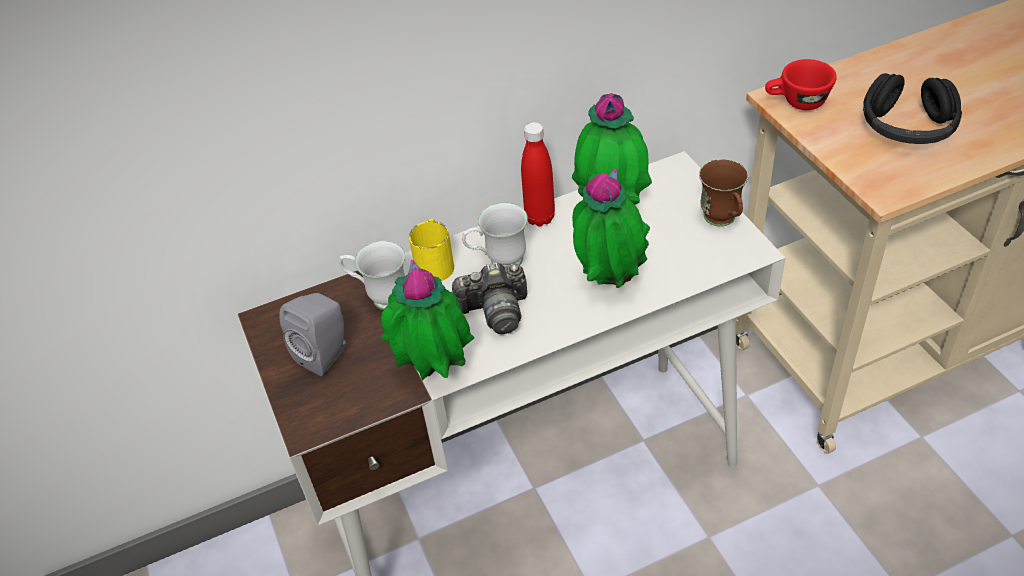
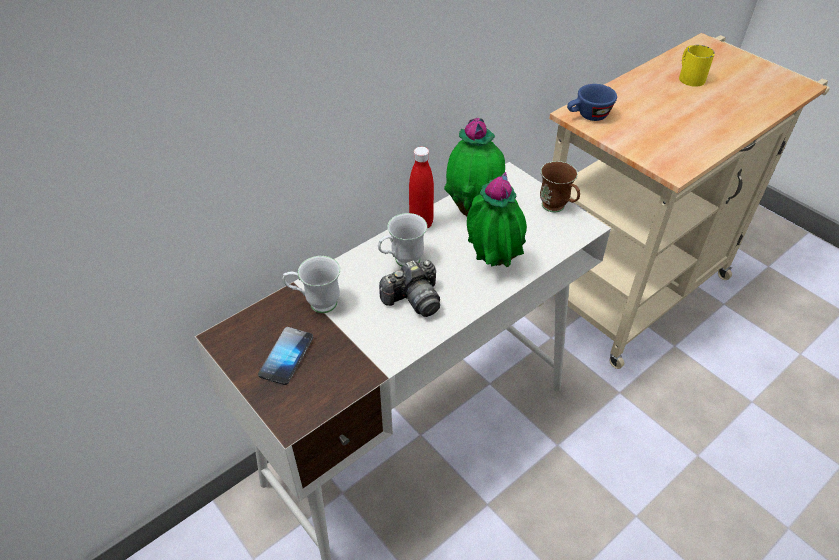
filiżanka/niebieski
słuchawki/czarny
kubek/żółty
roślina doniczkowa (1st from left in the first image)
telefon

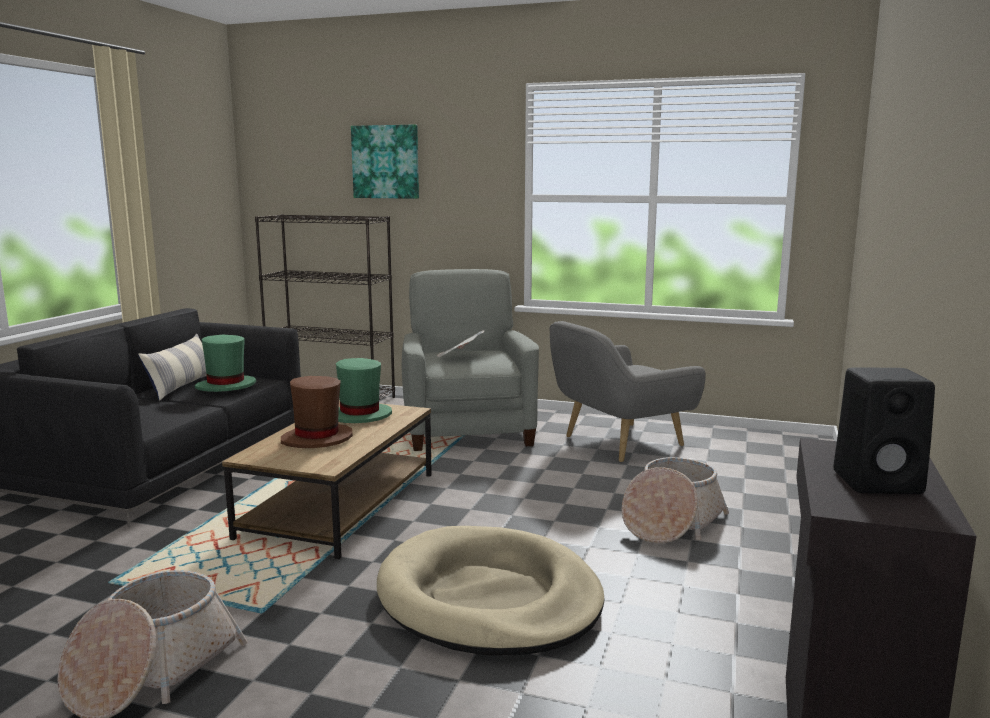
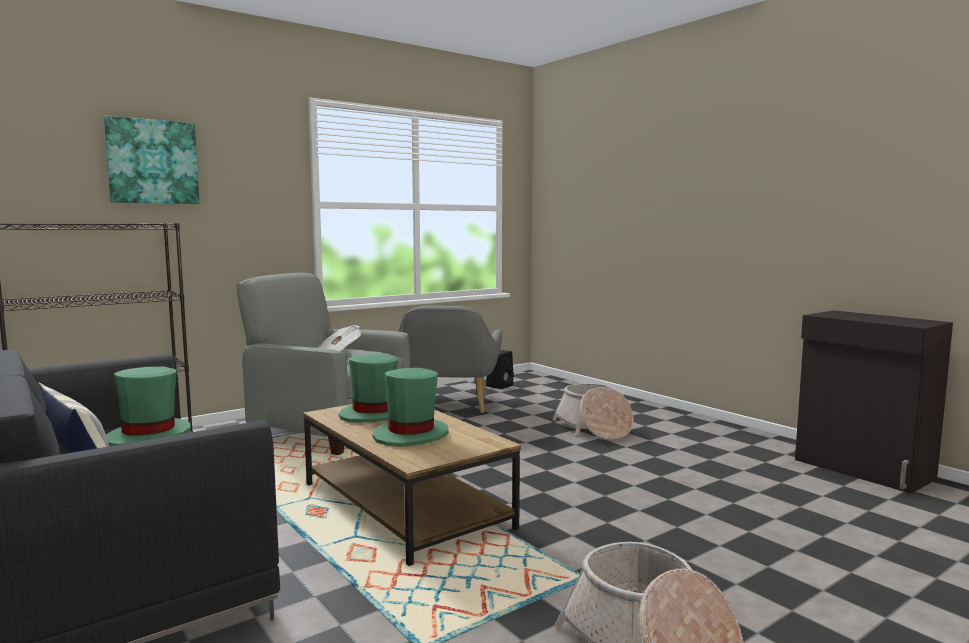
głośnik/czarny
kapelusz/zielony (3rd from left)
legowisko/beżowy

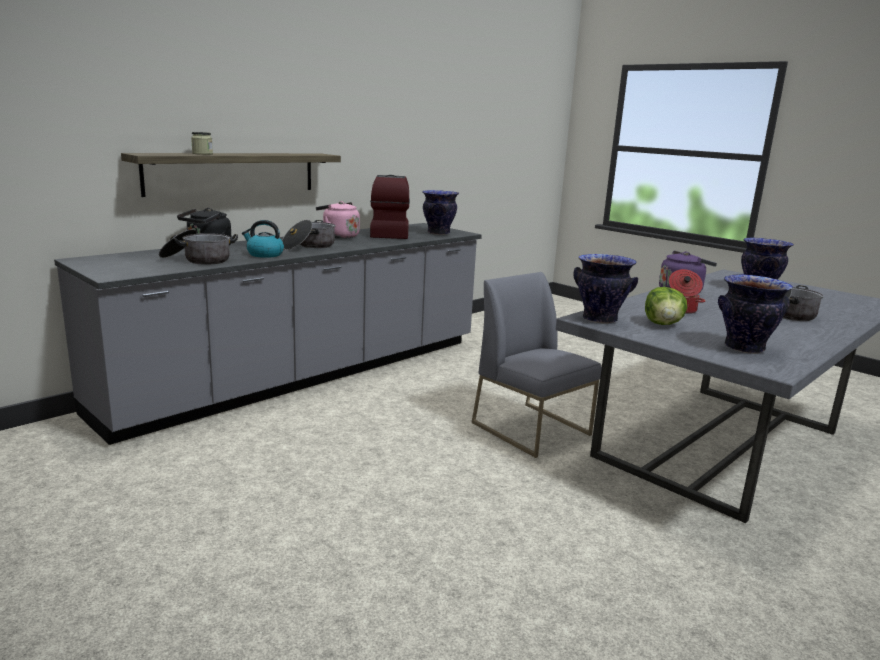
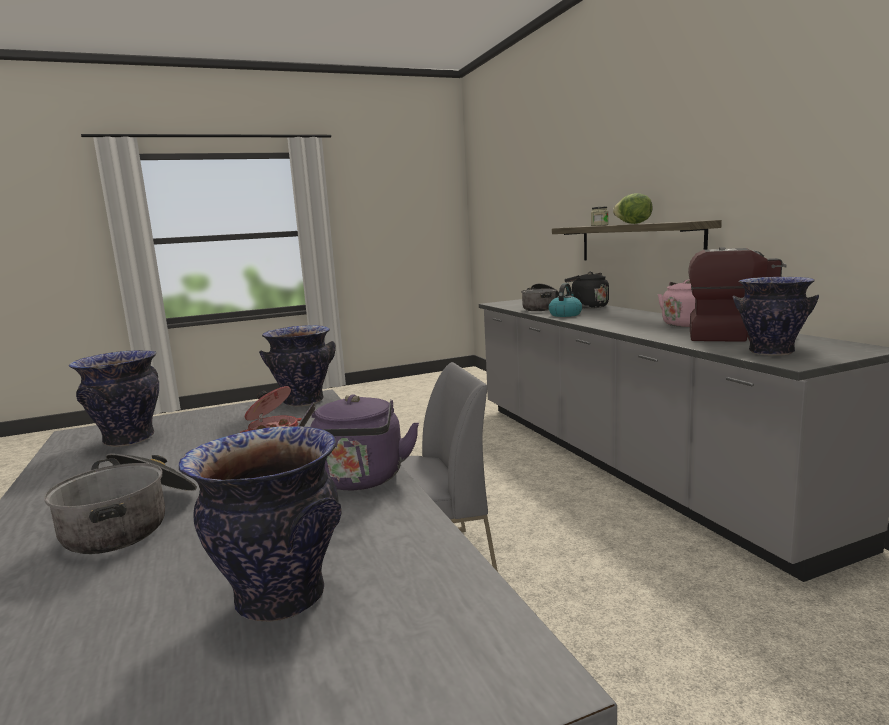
garnek (2nd from left in the first image)
sałata

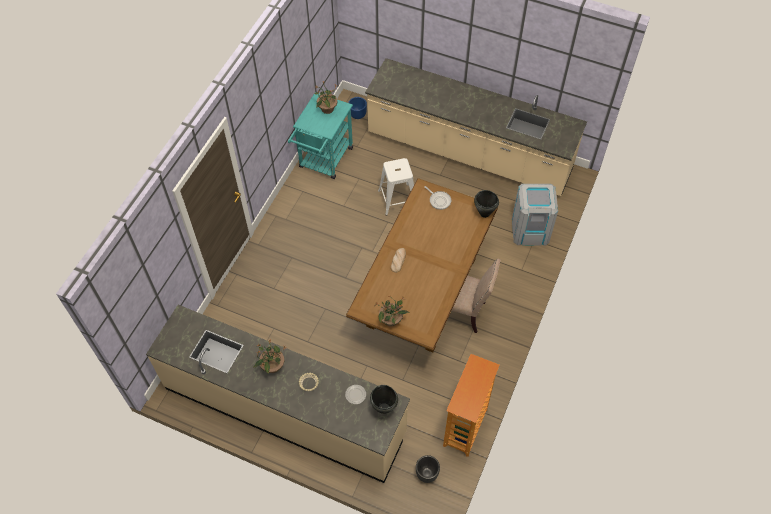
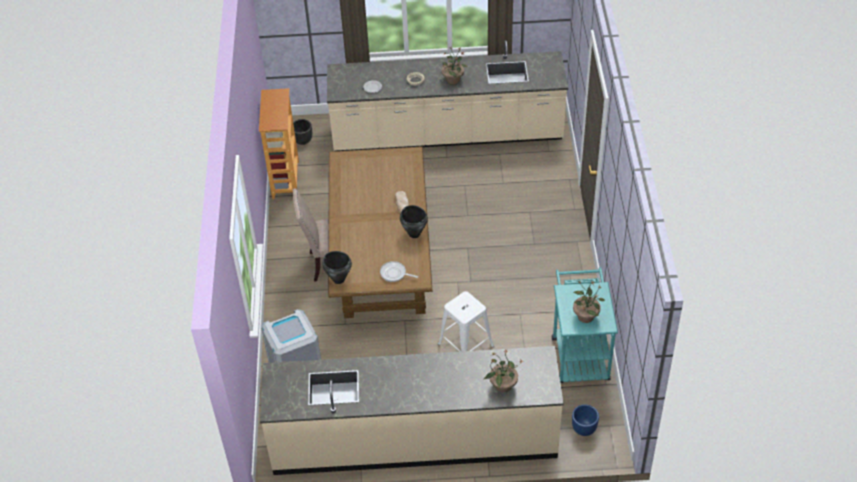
roślina doniczkowa (2nd from left)
garnek/czarny (2nd from left)

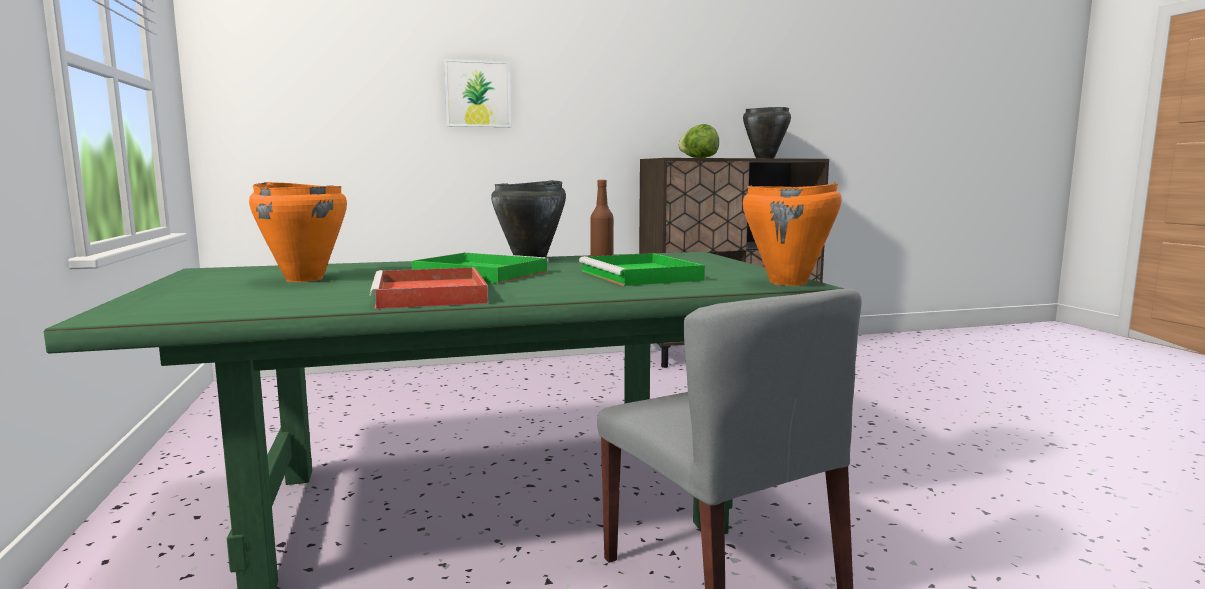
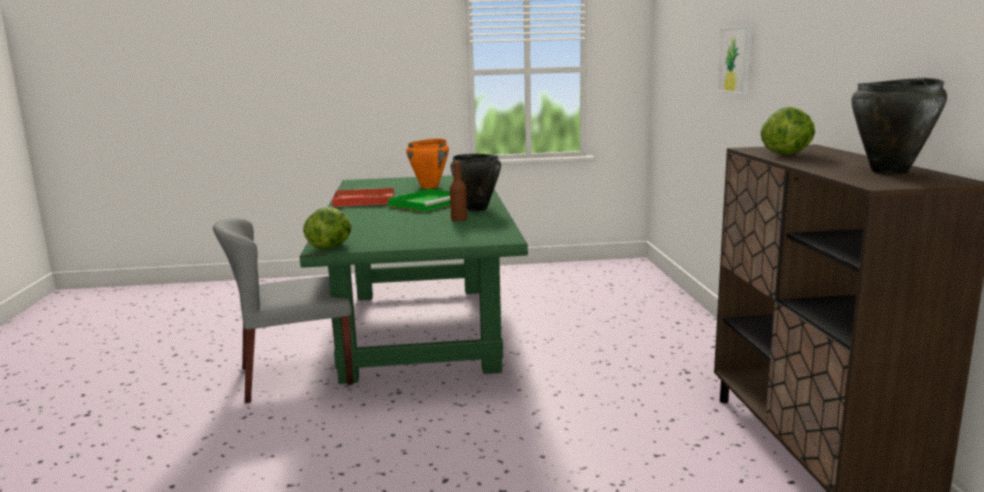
sałata (1st from left)
taca/zielony (2nd from left in the first image)

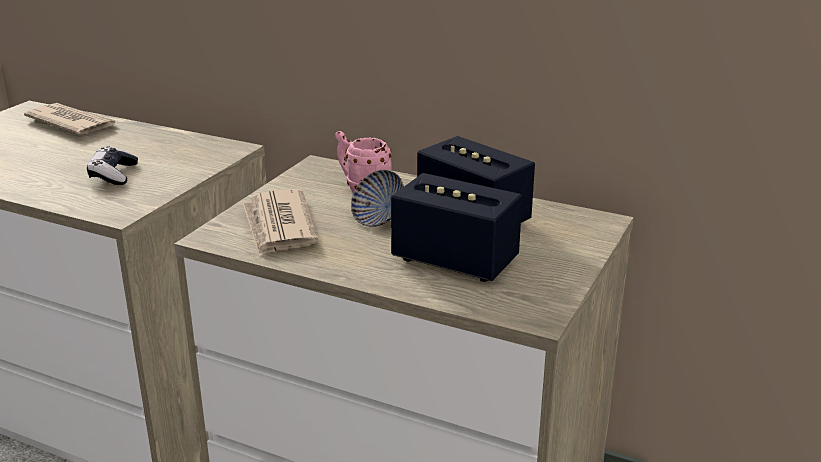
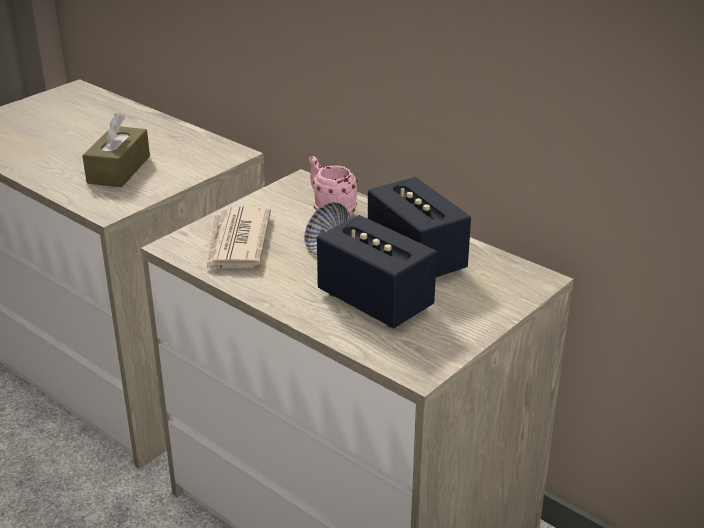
gazeta (1st from left in the first image)
pudełko chusteczek/brązowy

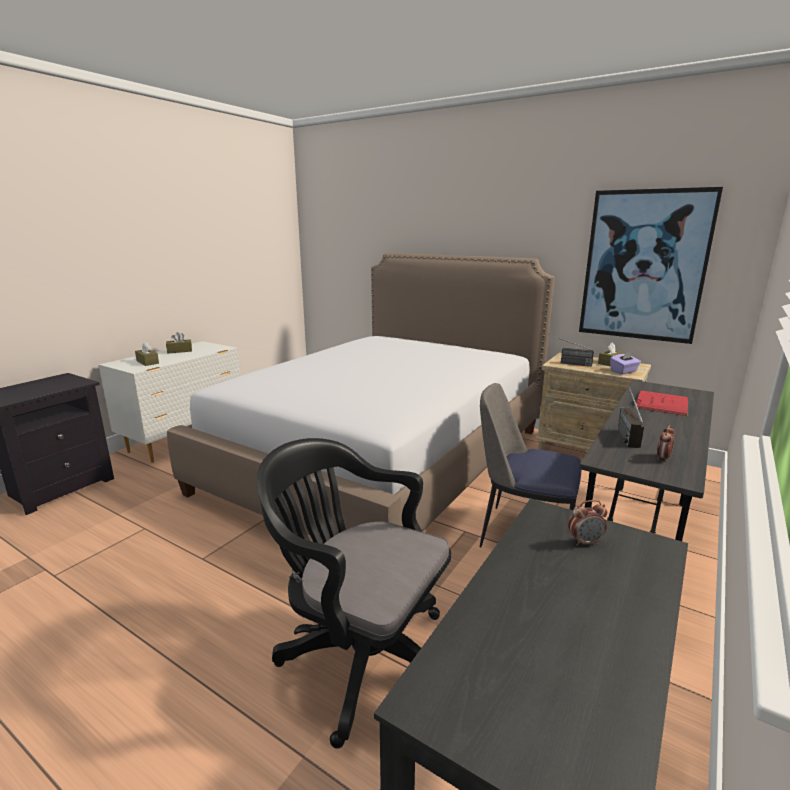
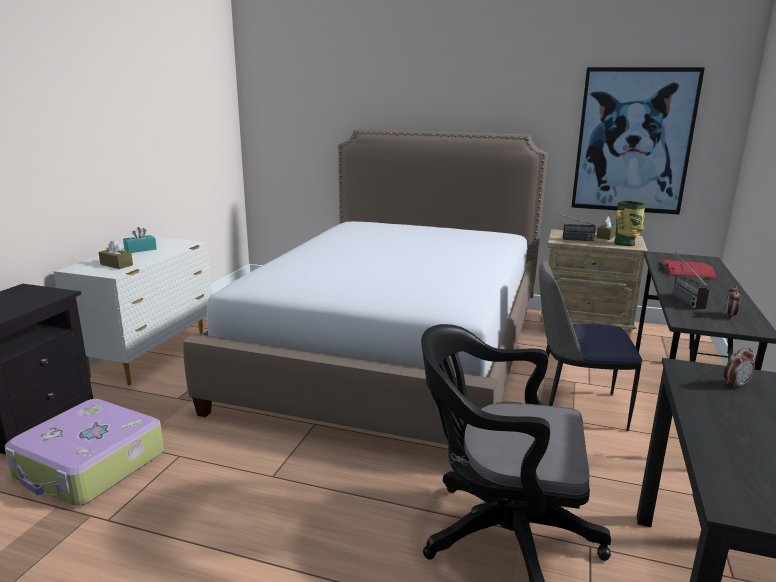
pudełko chusteczek/turkusowy
wazon
walizka

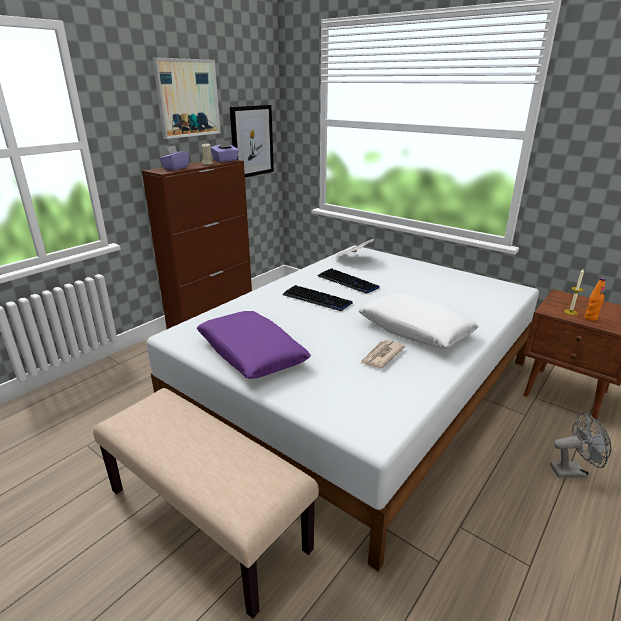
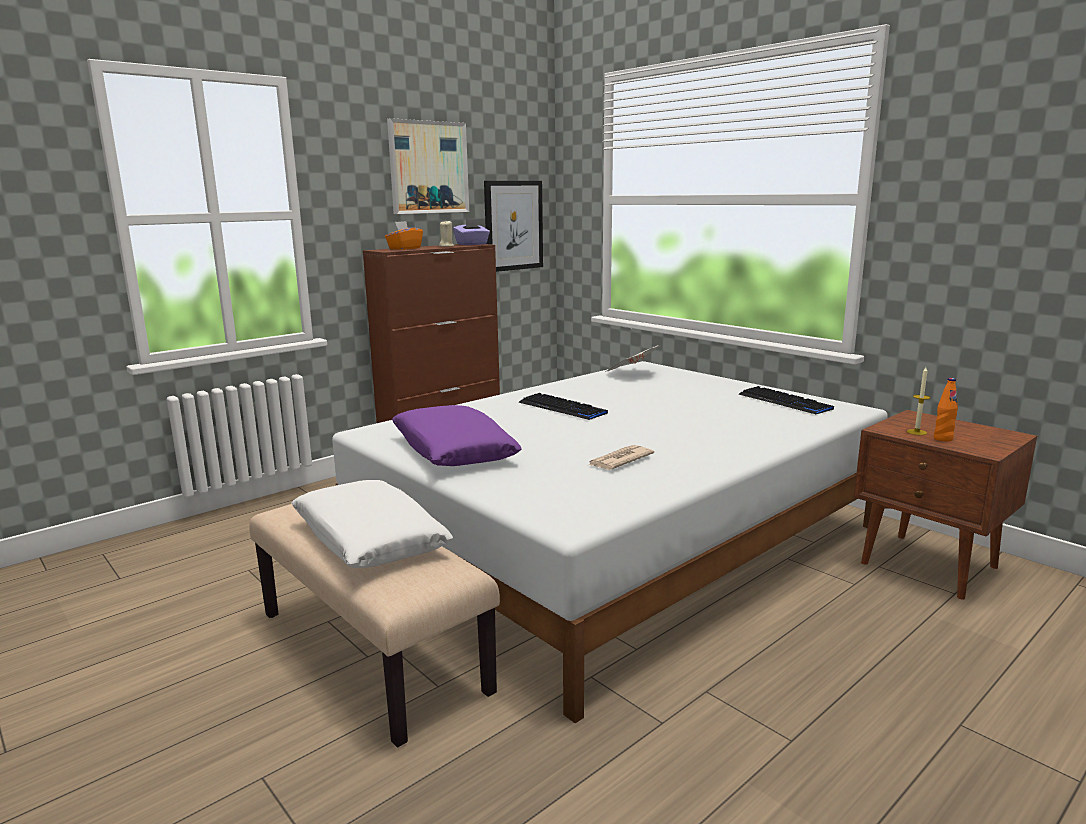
pudełko chusteczek/pomarańczowy
klawiatura (2nd from left)
poduszka/biały
wentylator/szary

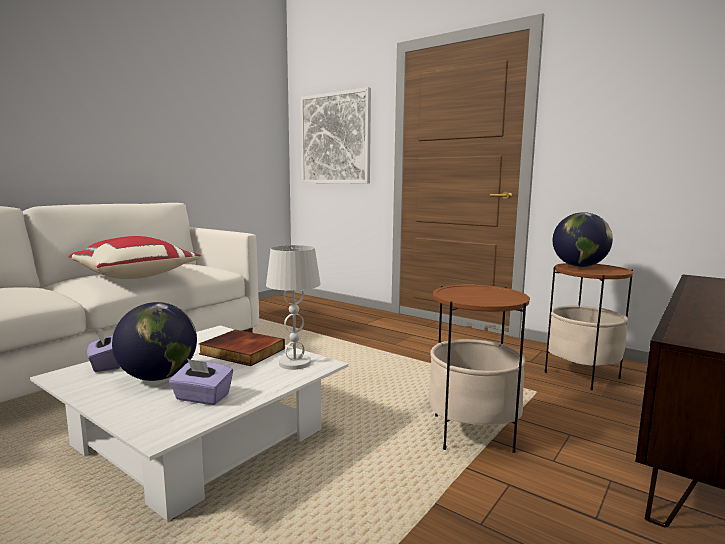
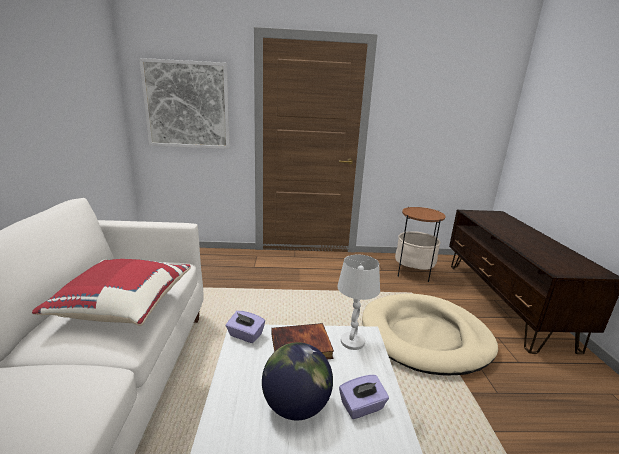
globus (2nd from left in the first image)
legowisko/beżowy
pudełko chusteczek/fioletowy (1st from left)

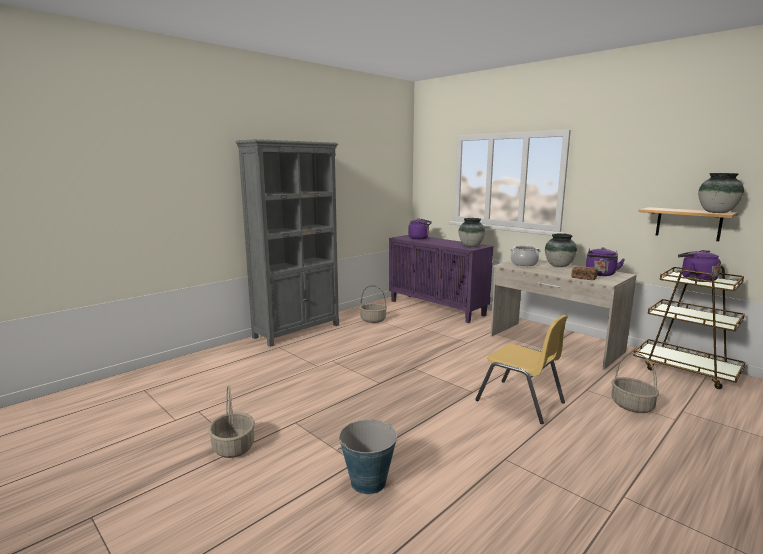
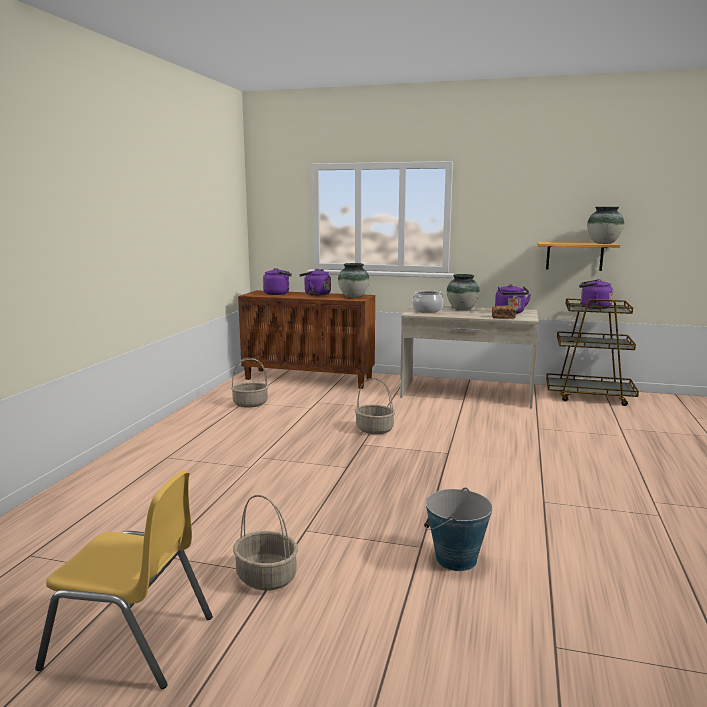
regał/szary
szafka/brązowy
krzesło/żółty
koszyk (3rd from left)
czajnik/fioletowy (2nd from left)

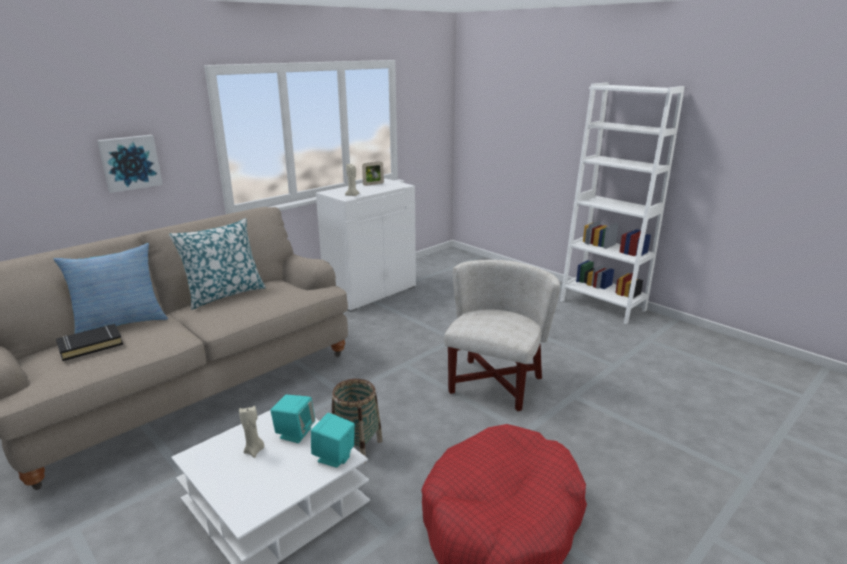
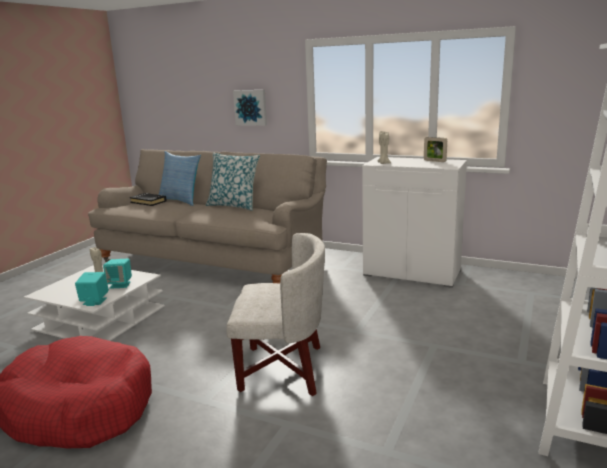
koszyk

